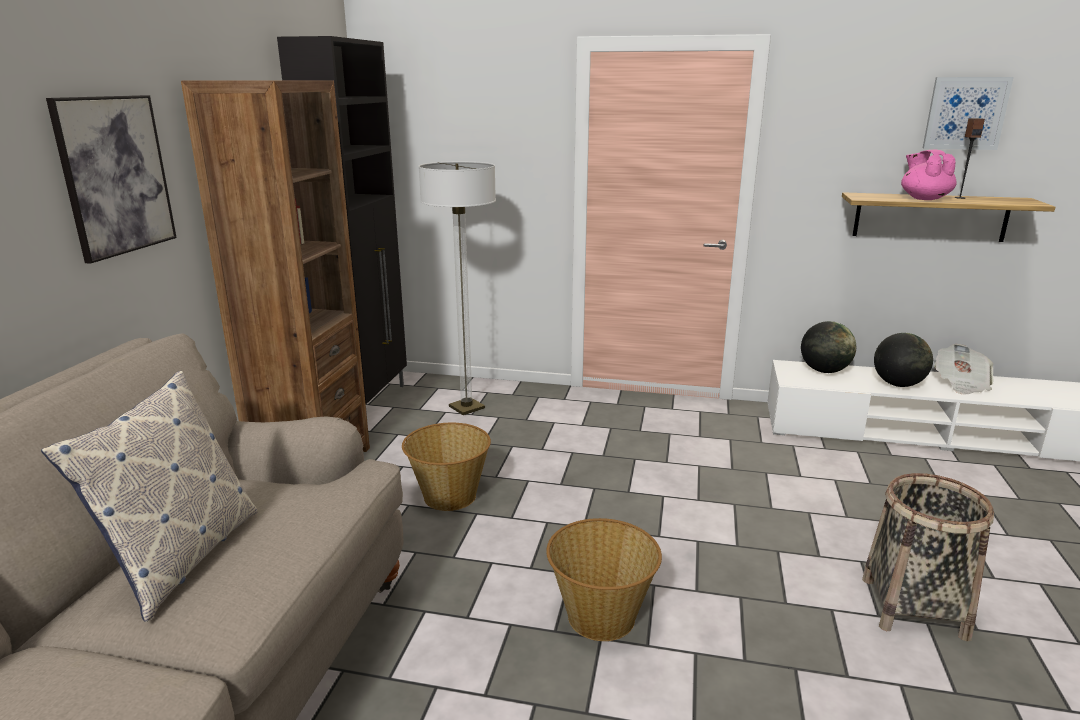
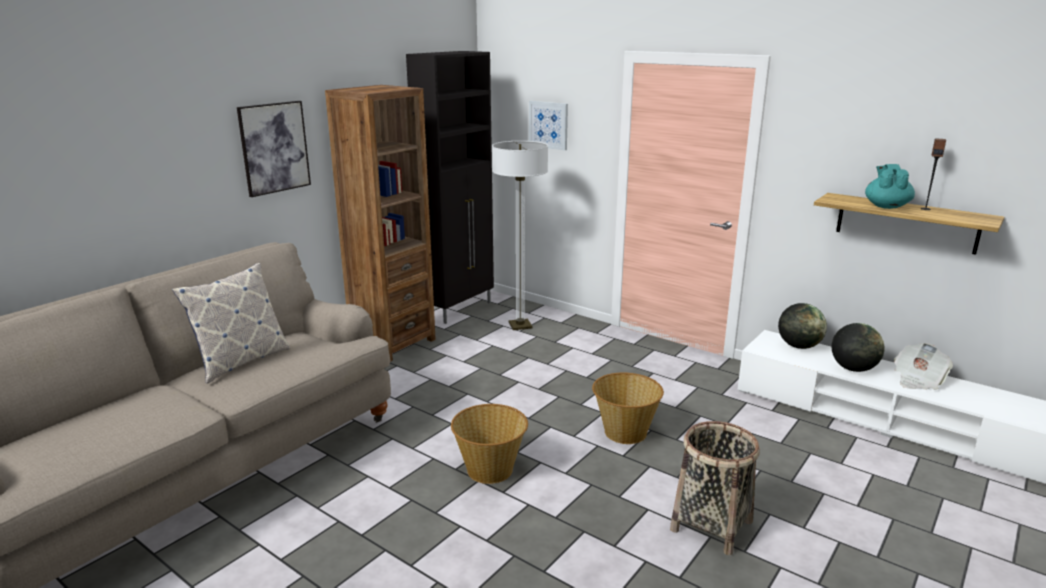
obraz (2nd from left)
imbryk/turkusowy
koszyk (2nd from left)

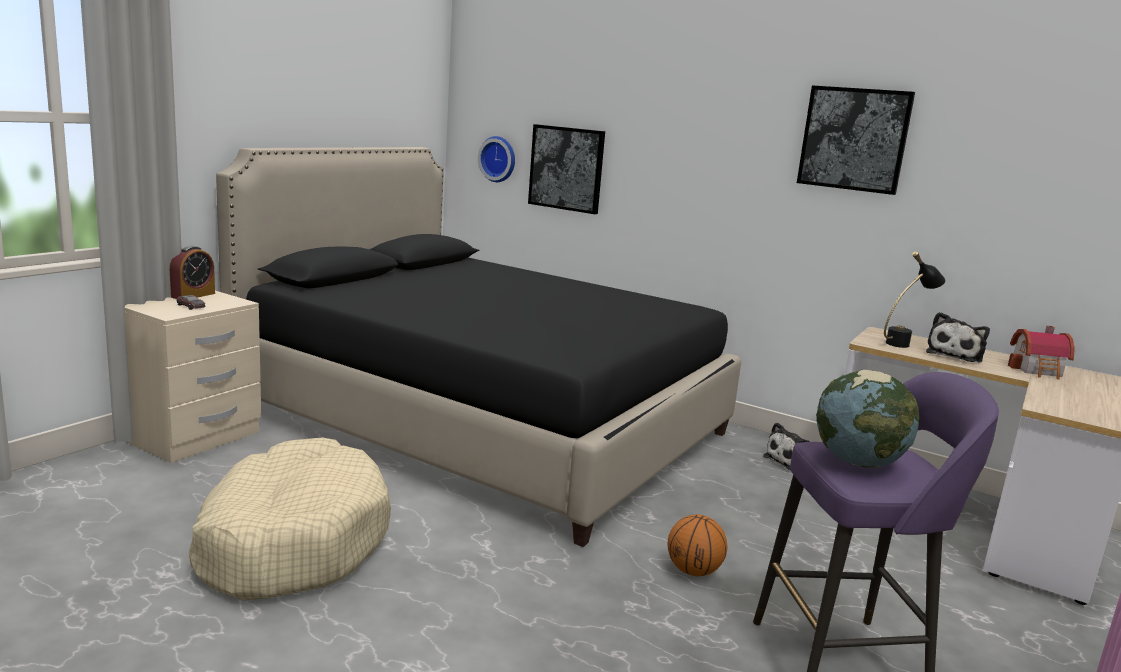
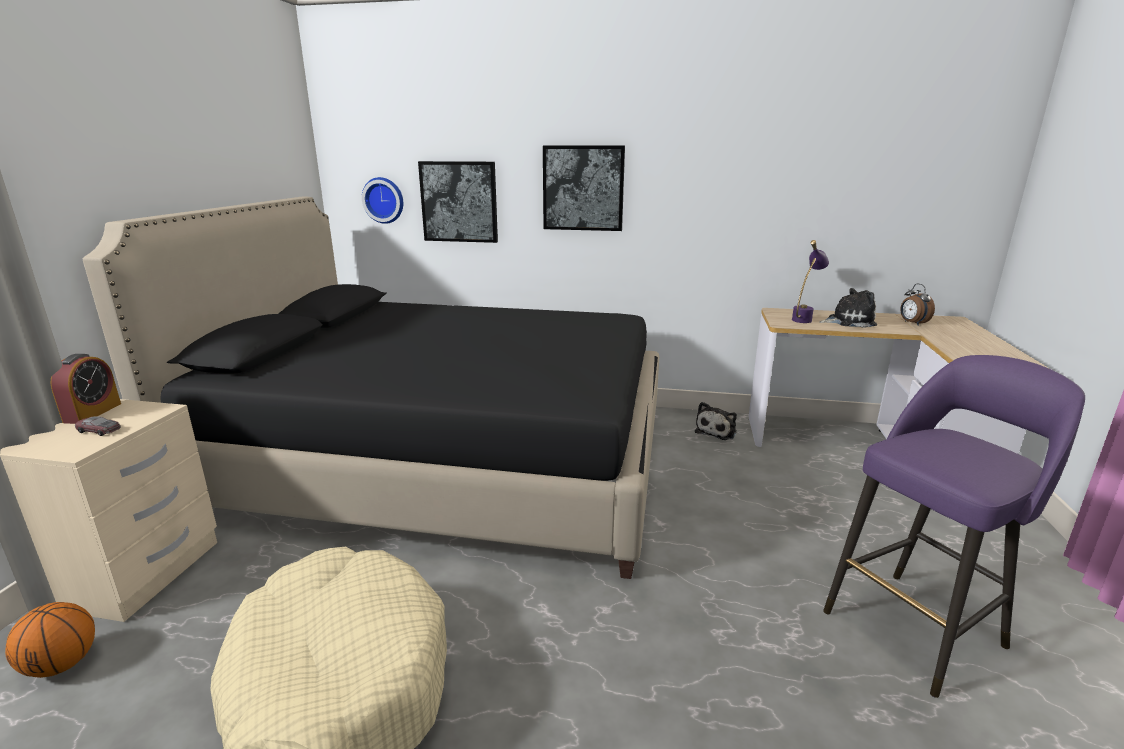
obraz (2nd from left)
lampa stołowa/fioletowy
pluszak (2nd from left)
budzik (2nd from left)
globus
piłka do koszykówki

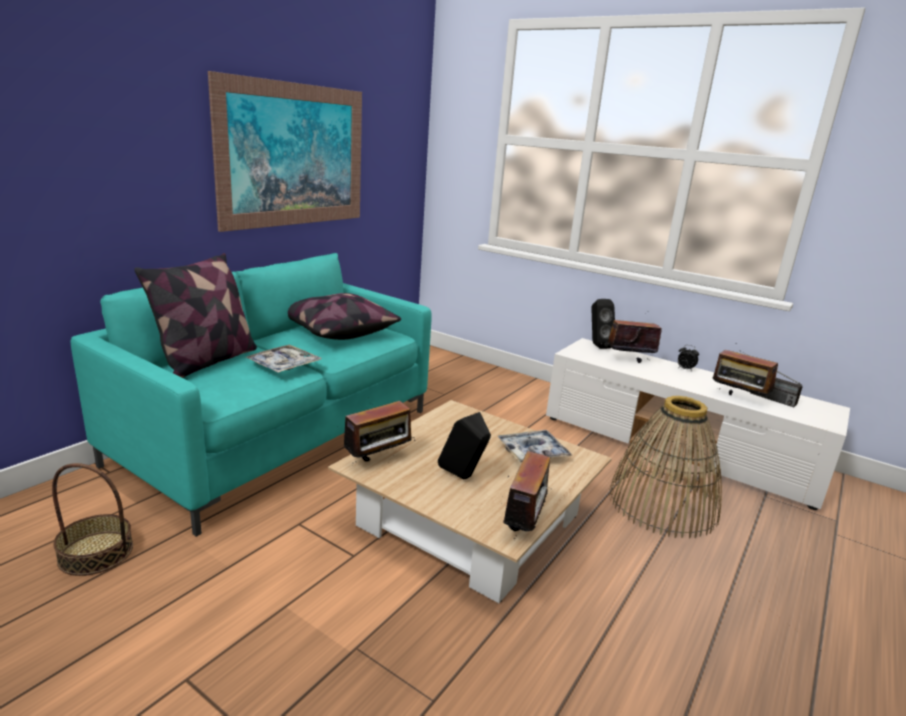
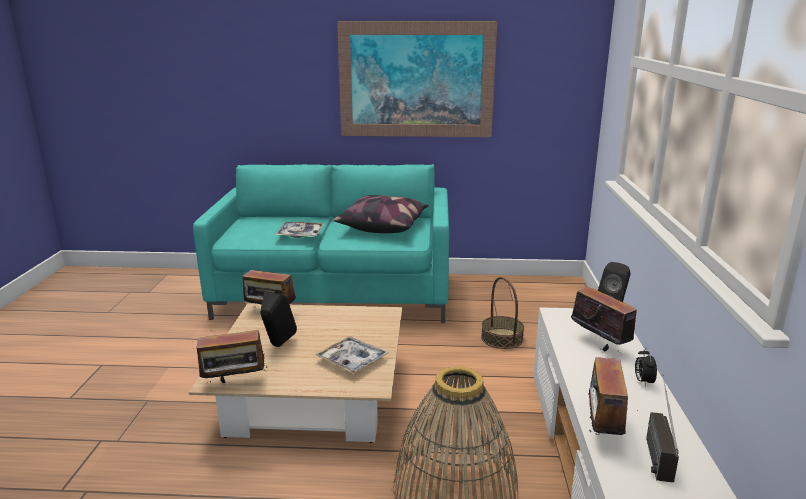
poduszka (1st from left in the first image)
koszyk (2nd from left)

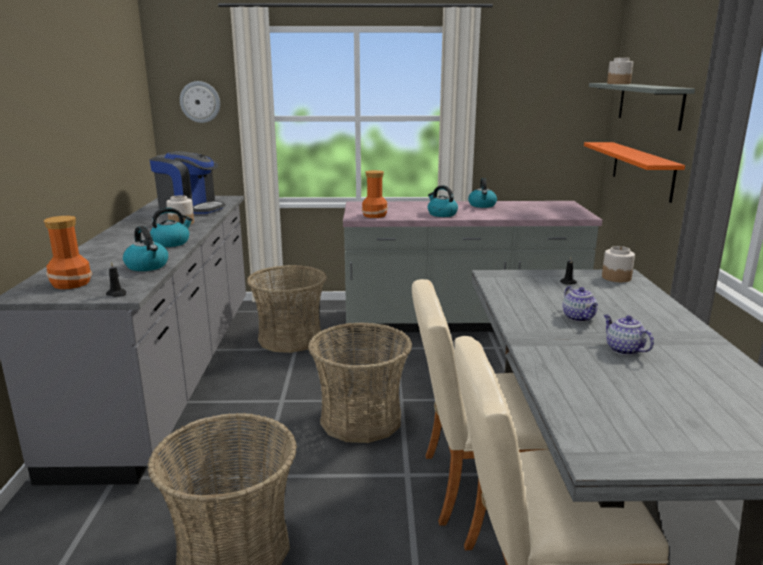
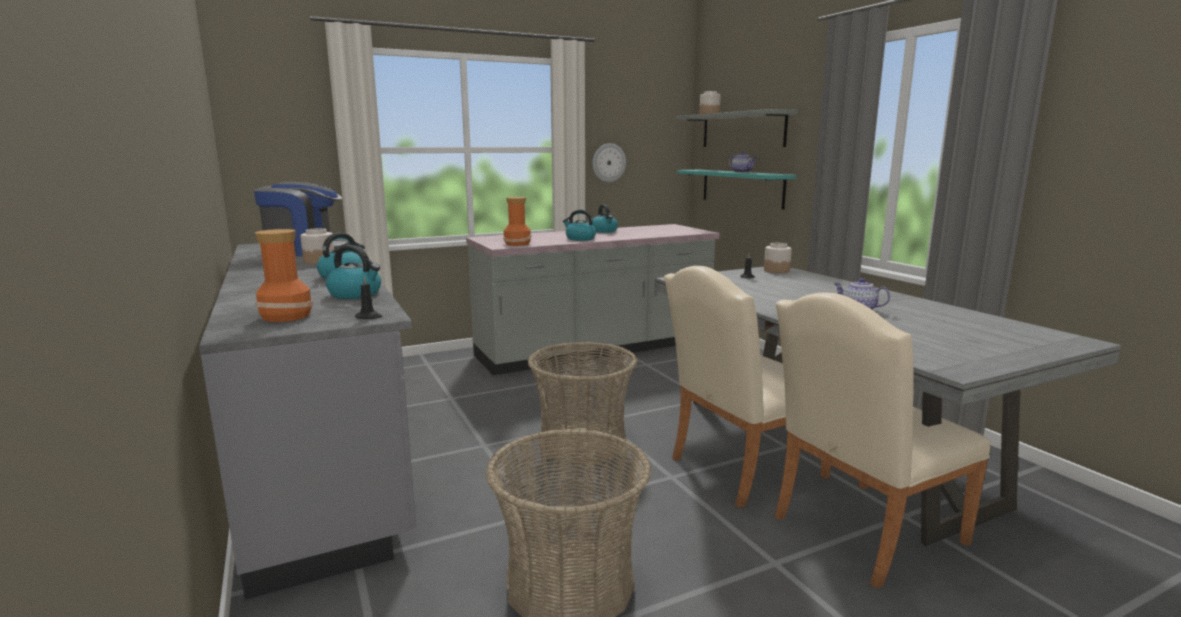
zegar ścienny
półka/turkusowy
koszyk (2nd from left in the first image)
imbryk (1st from left)

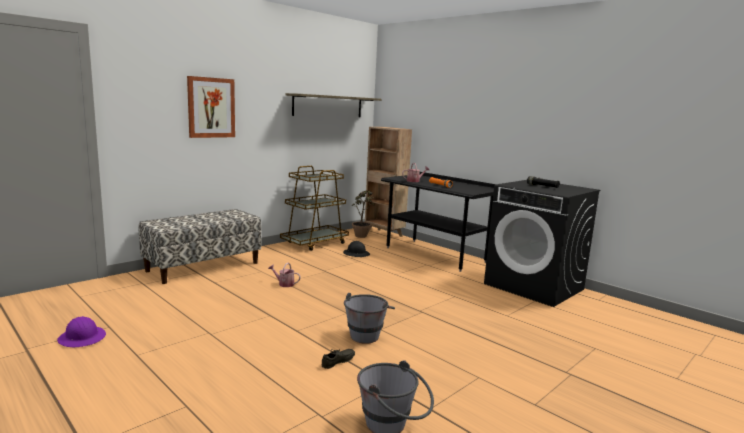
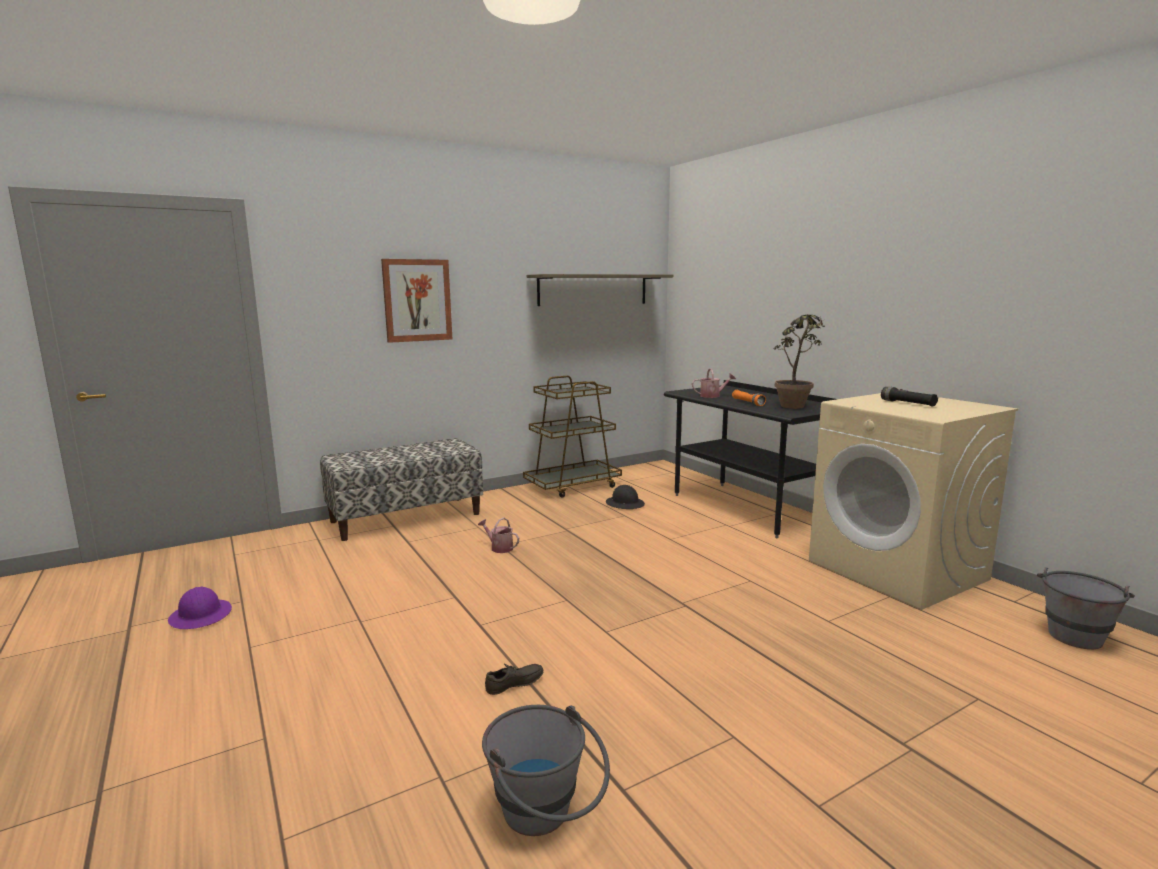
regał/brązowy
pralka/beżowy
roślina doniczkowa
wiadro/szary (2nd from left)

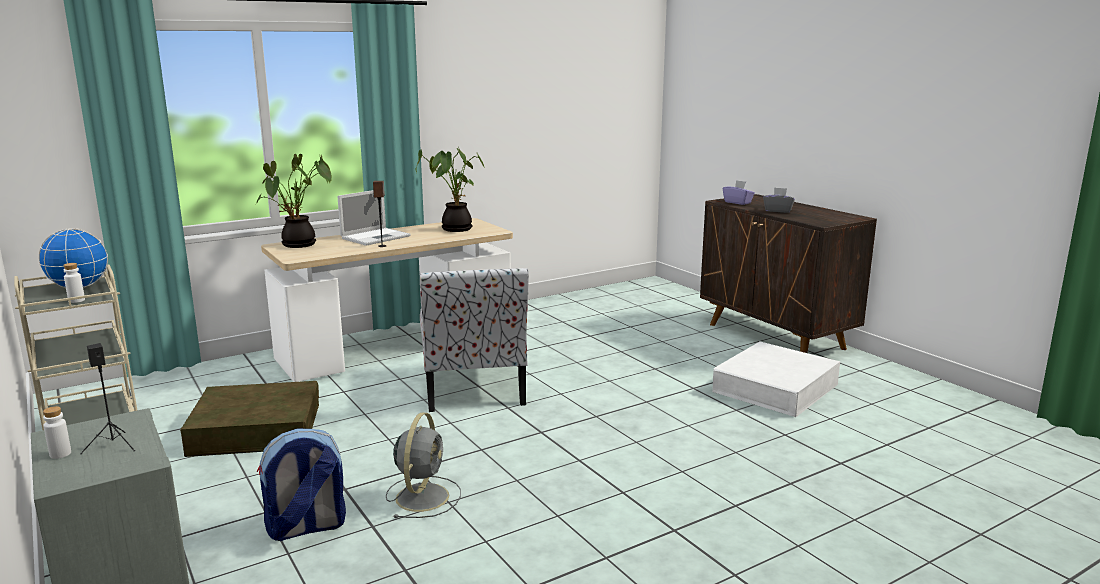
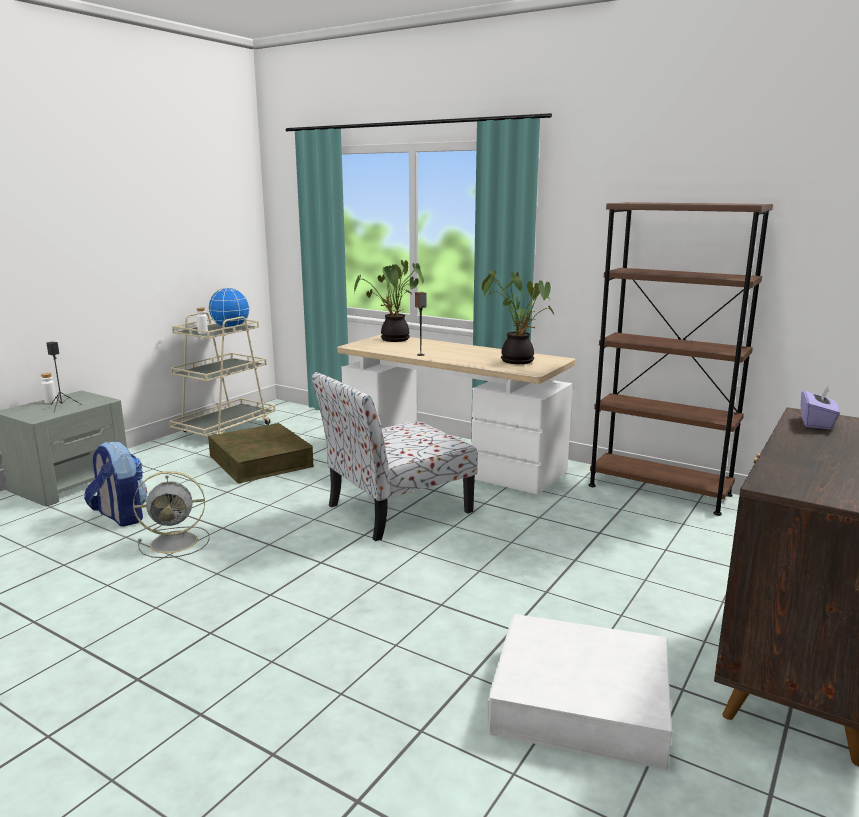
pudełko chusteczek/szary
laptop
regał/brązowy

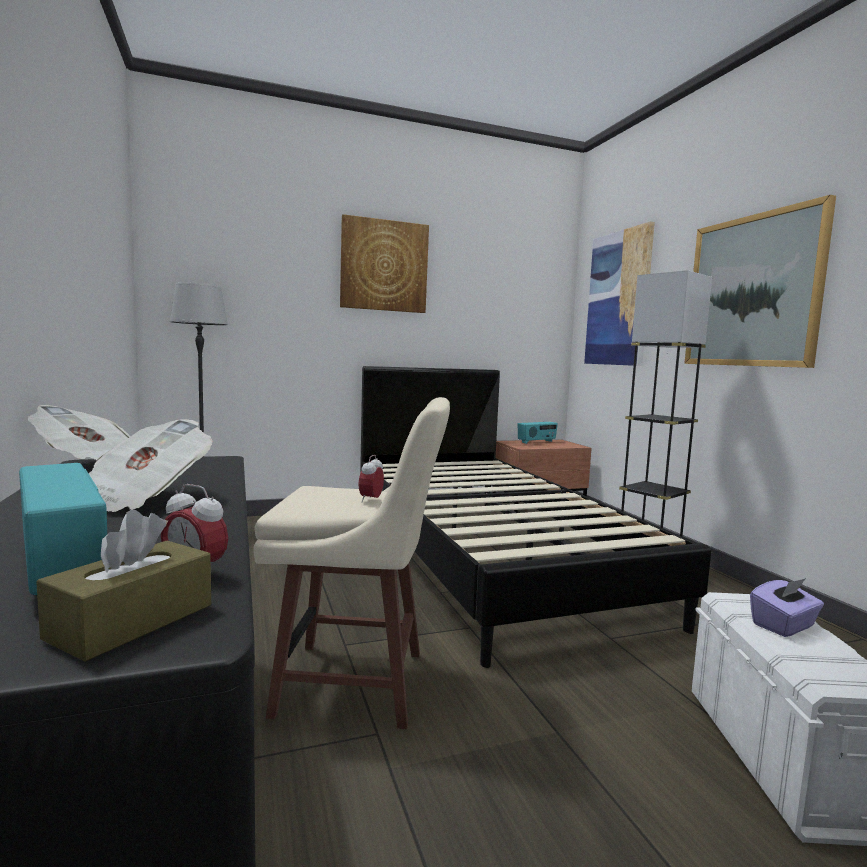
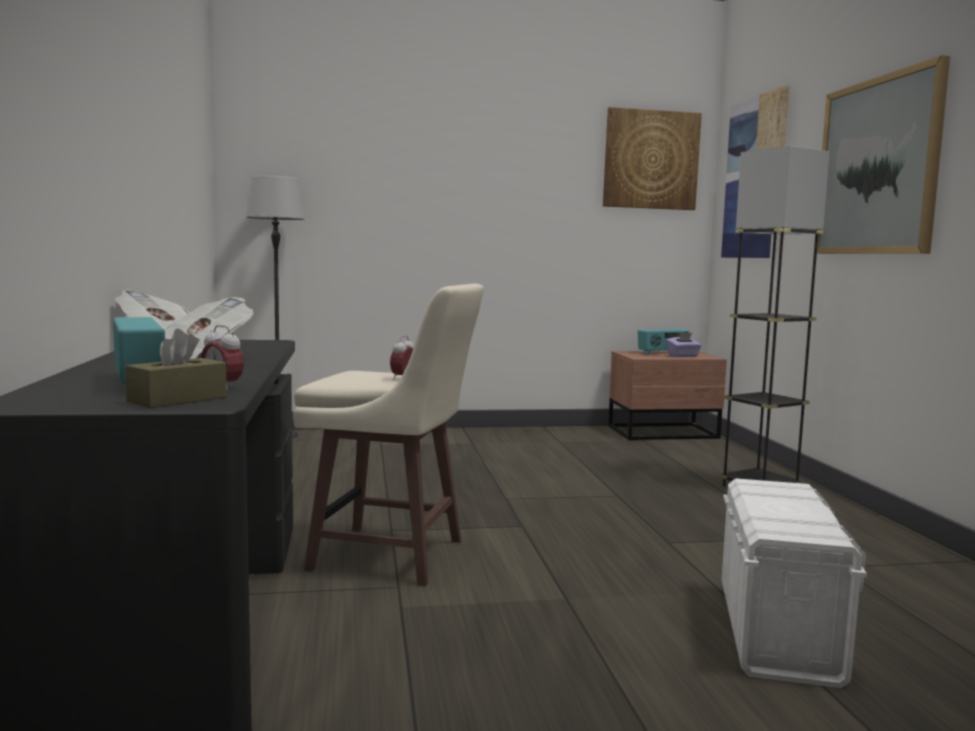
obraz (1st from left)
łóżko/czarny
pudełko chusteczek/fioletowy

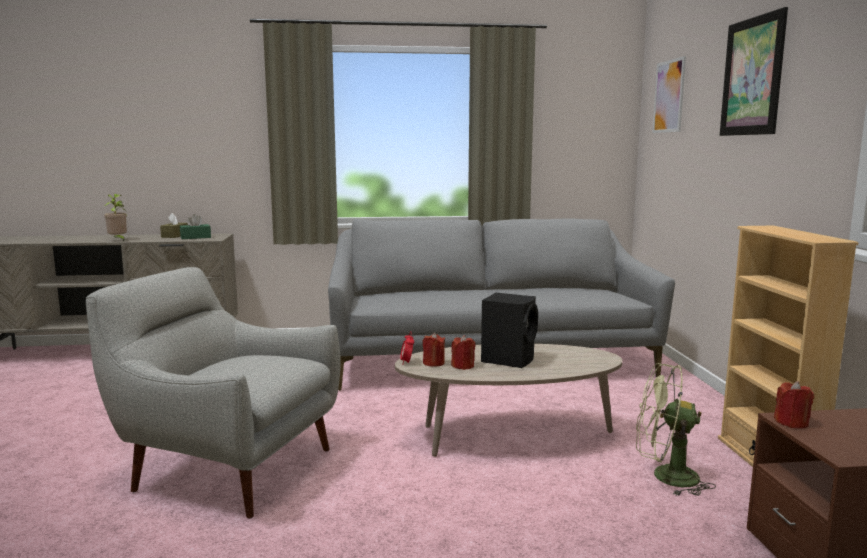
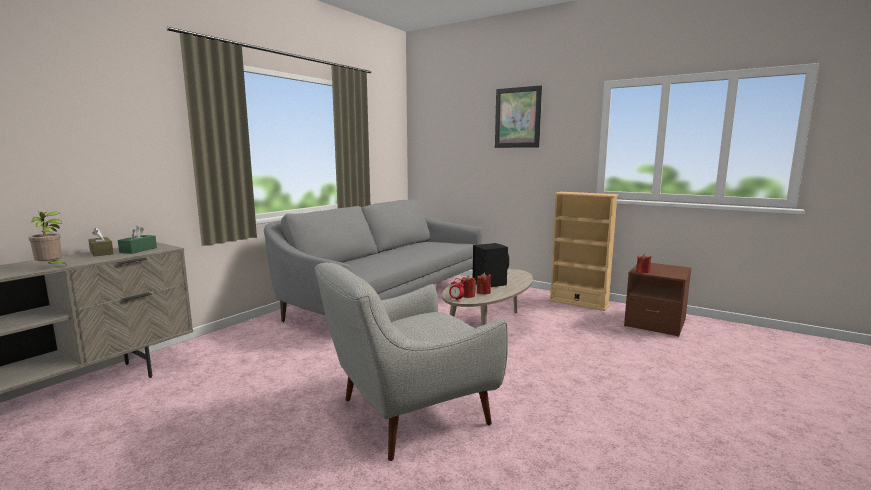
obraz (1st from left in the first image)
wentylator/zielony

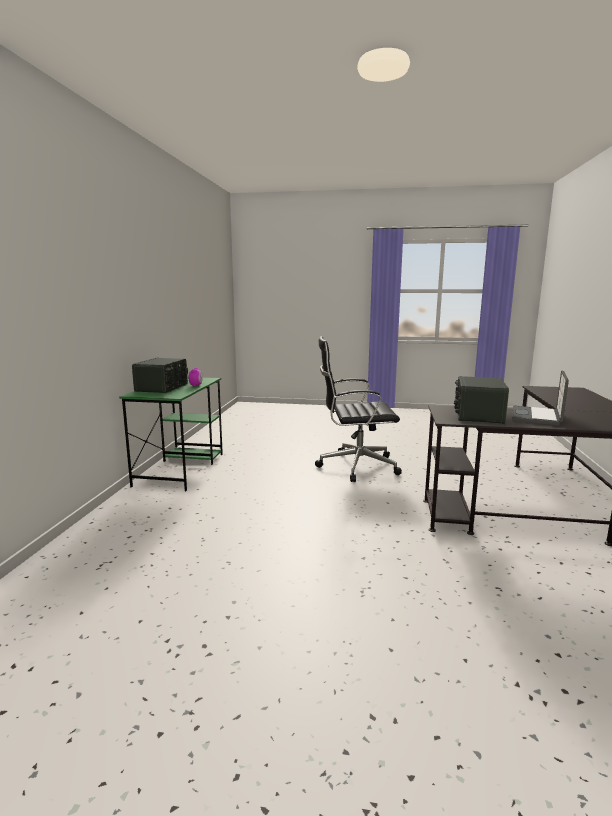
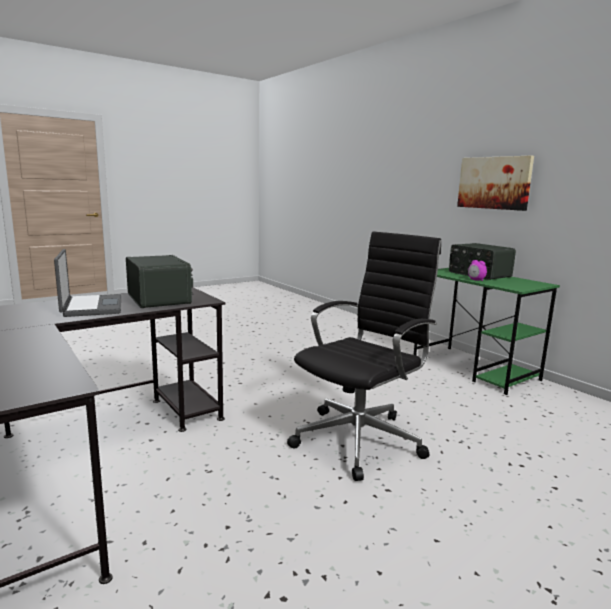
obraz

